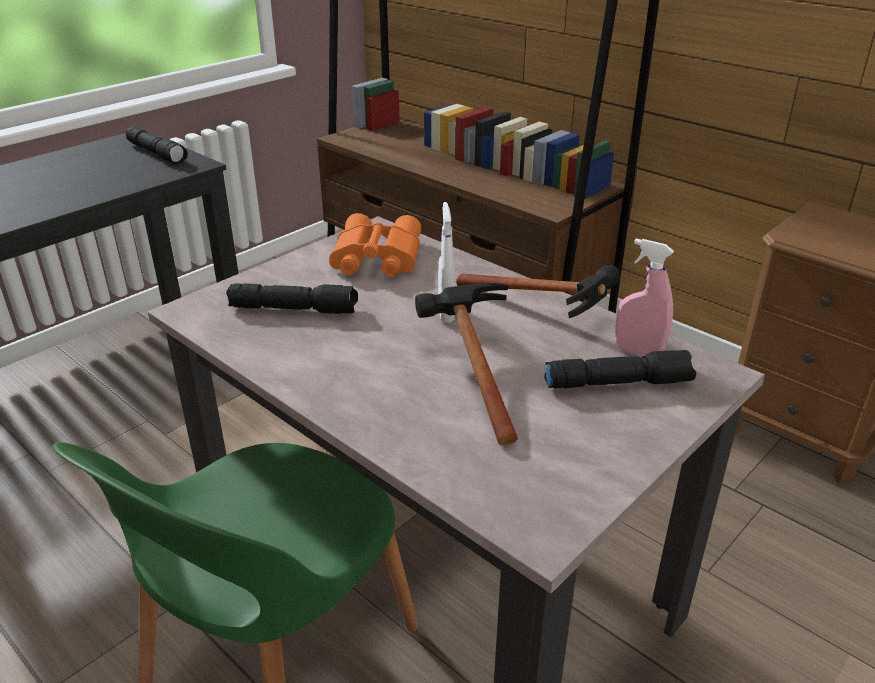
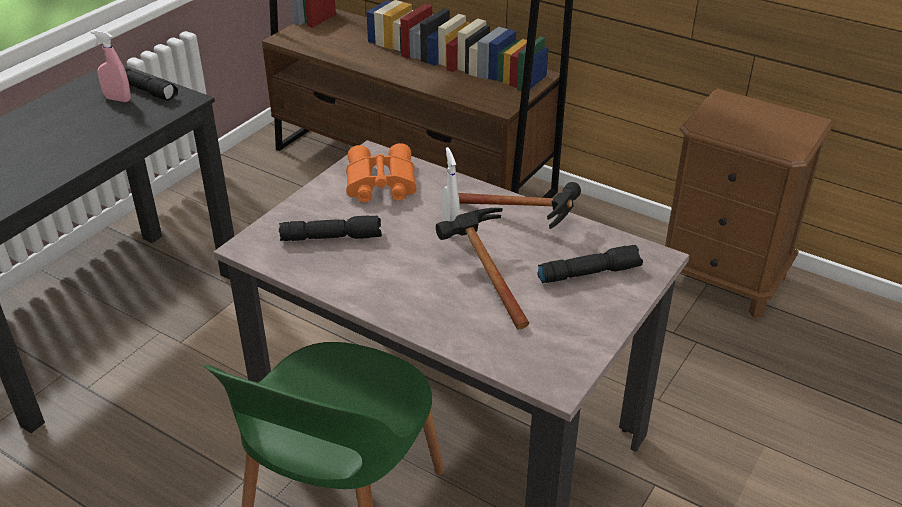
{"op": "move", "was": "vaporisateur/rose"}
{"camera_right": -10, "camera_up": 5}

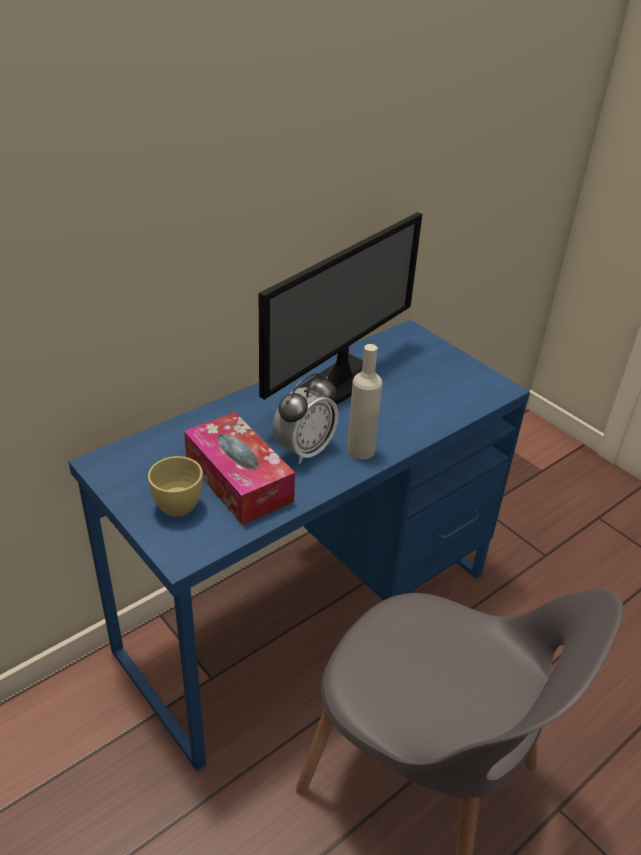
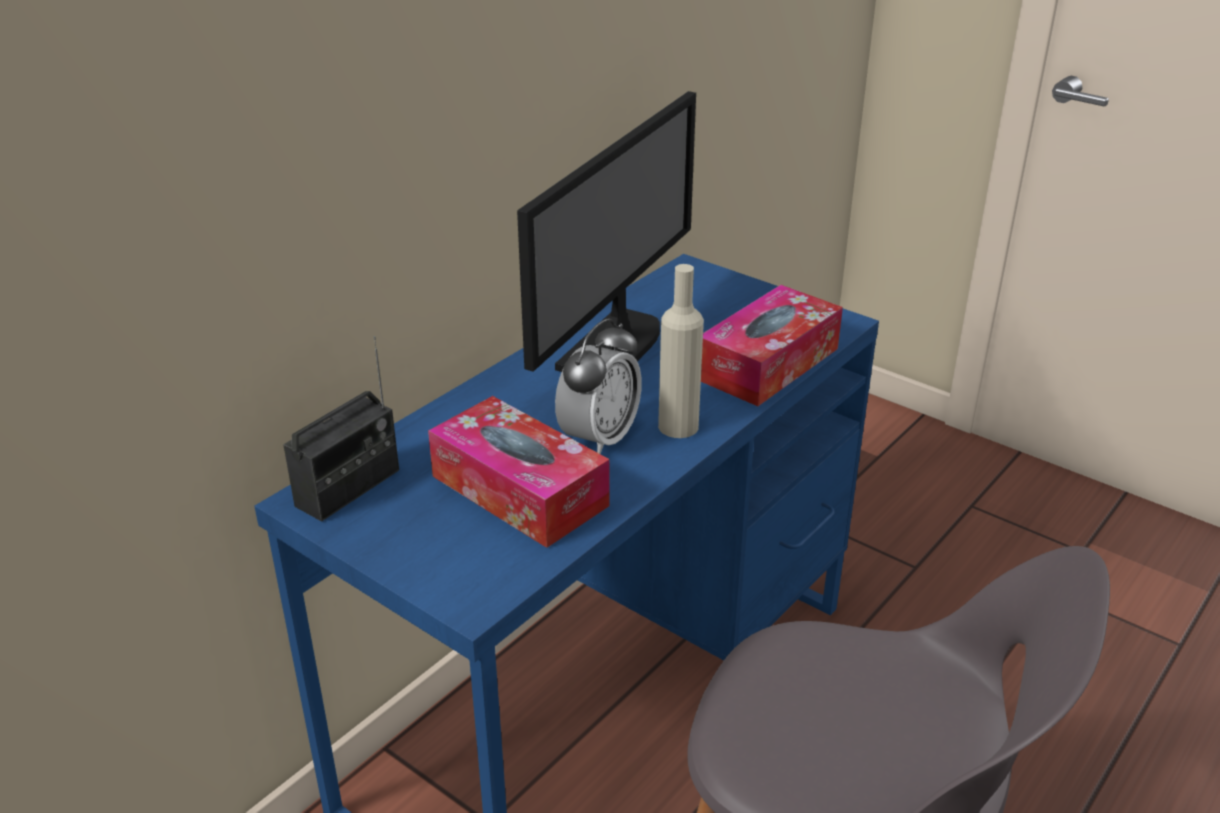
{"op": "insert", "now": "radio"}
{"op": "insert", "now": "boîte à mouchoirs (2nd from left)"}
{"op": "delete", "was": "tasse/jaune"}
{"camera_right": -10, "camera_up": -5}

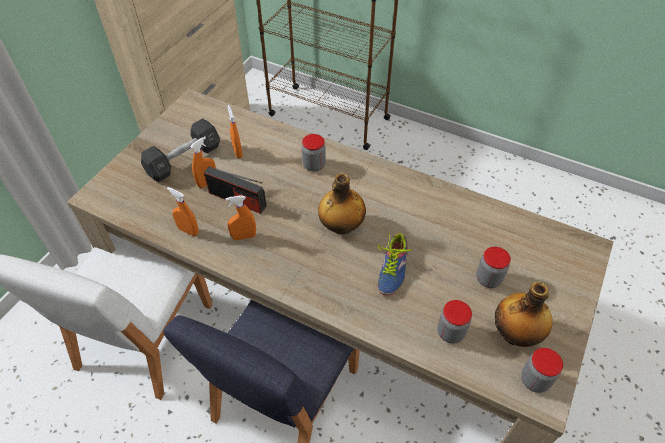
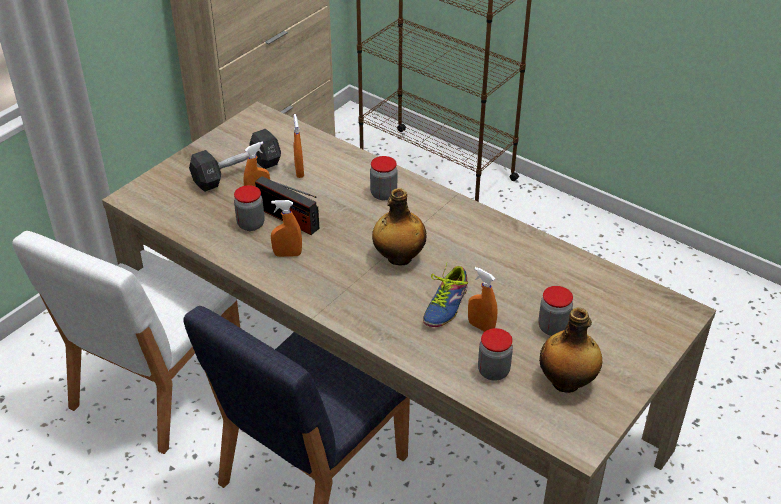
{"op": "move", "was": "bocal (4th from left in the first image)", "now": "bocal (1st from left)"}
{"op": "move", "was": "vaporisateur/orange (1st from left in the first image)", "now": "vaporisateur/orange (4th from left)"}
{"camera_right": 10, "camera_up": -10}

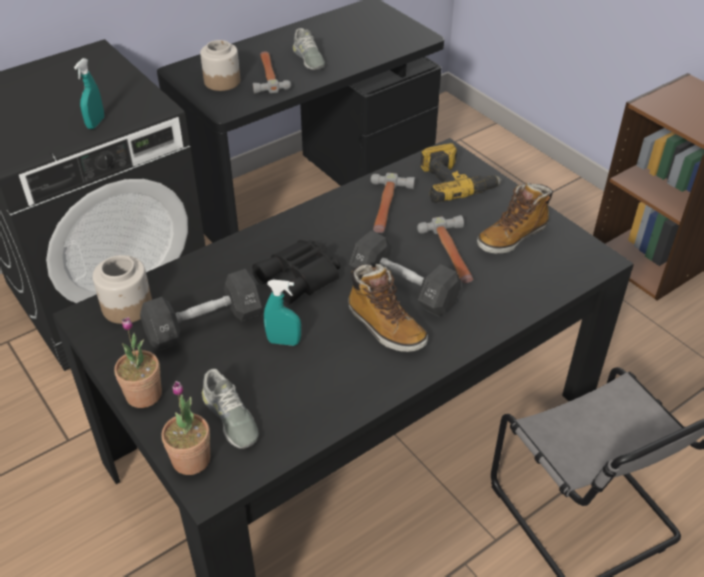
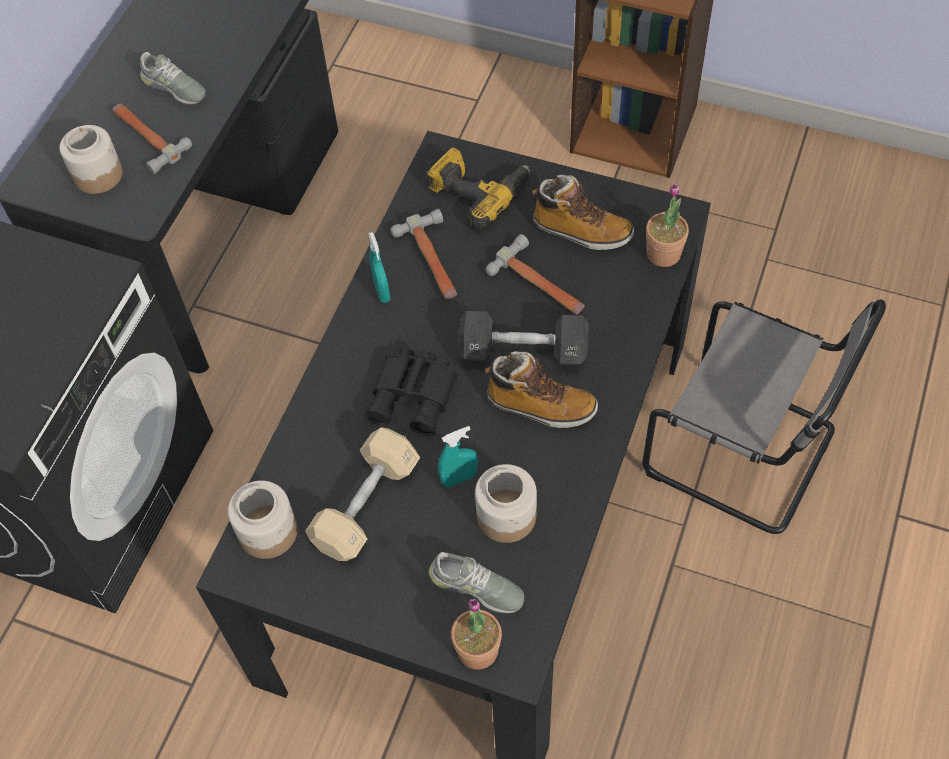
{"op": "recolor", "was": "haltère/noir (1st from left)", "now": "haltère/beige"}
{"op": "move", "was": "vaporisateur/turquoise (1st from left)"}
{"op": "insert", "now": "bocal (3rd from left)"}
{"op": "rotate", "was": "botte (2nd from left)", "clockwise": -90}
{"op": "move", "was": "plante en pot (1st from left in the first image)", "now": "plante en pot (2nd from left)"}
{"camera_right": -30, "camera_up": 15}

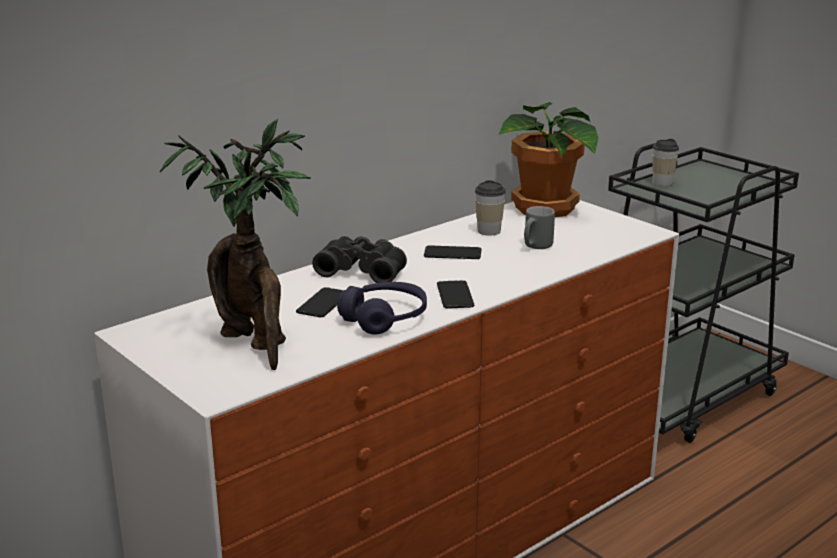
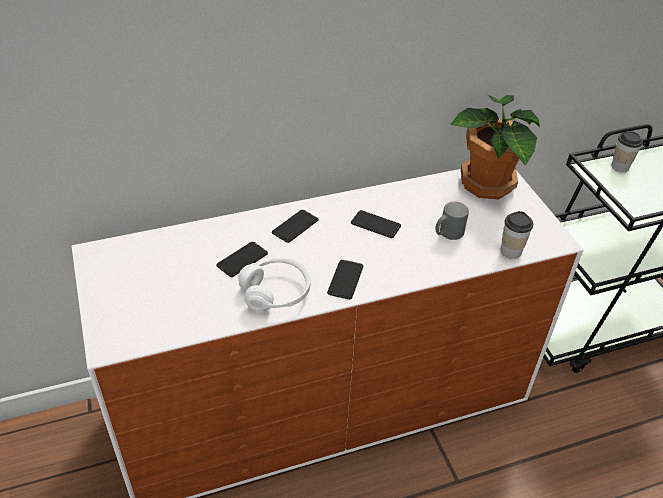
{"op": "recolor", "was": "casque audio/violet", "now": "casque audio/blanc"}
{"op": "replace", "was": "jumelles/noir", "now": "téléphone (2nd from left)"}
{"op": "move", "was": "tasse (1st from left)"}
{"op": "delete", "was": "plante en pot (1st from left)"}
{"camera_right": 20, "camera_up": 20}

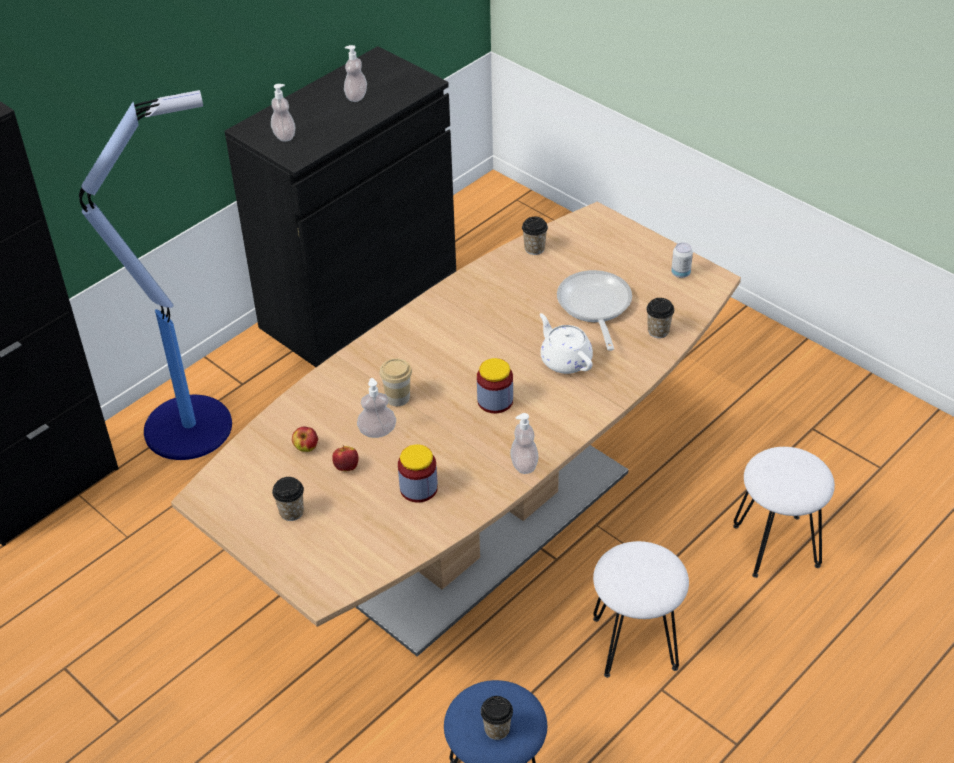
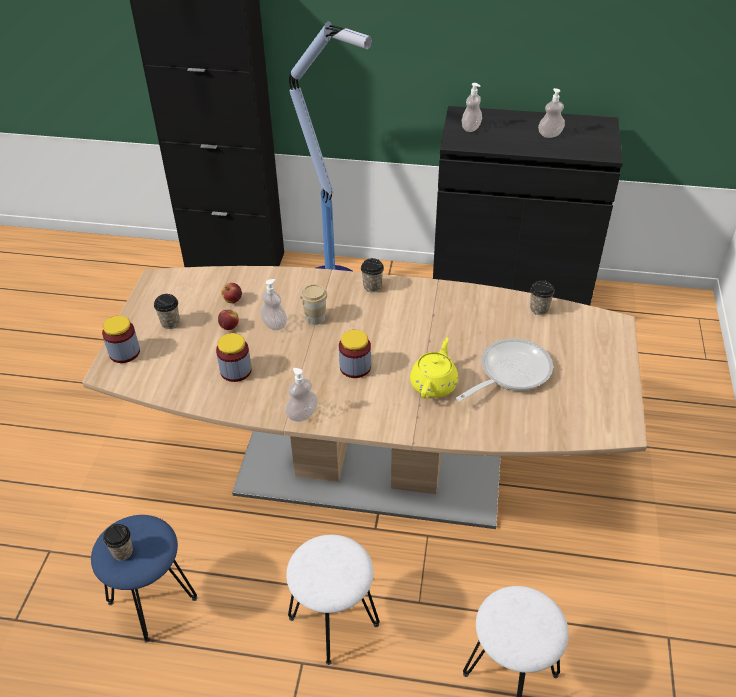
{"op": "insert", "now": "bocal (1st from left)"}
{"op": "move", "was": "tasse (5th from left in the first image)", "now": "tasse (4th from left)"}
{"op": "recolor", "was": "théière/blanc", "now": "théière/jaune"}
{"op": "delete", "was": "boîte métallique"}
{"camera_right": 55, "camera_up": 0}

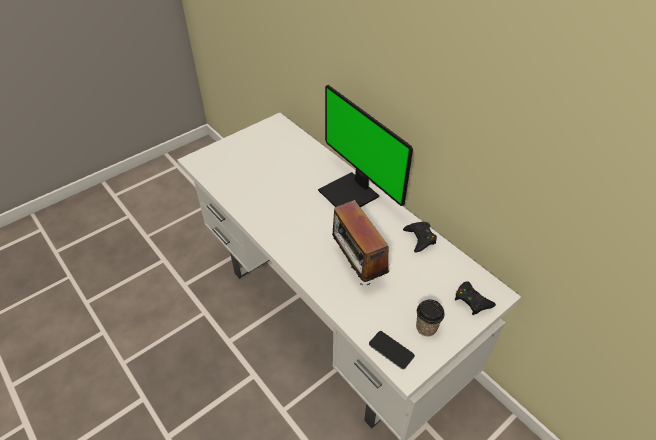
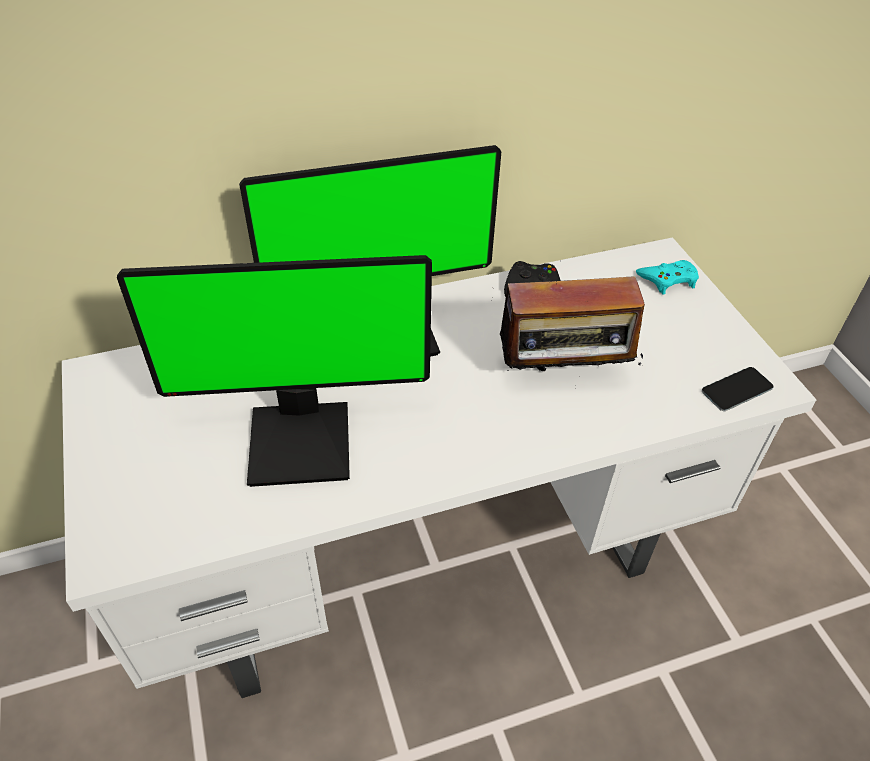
{"op": "insert", "now": "écran d'ordinateur (1st from left)"}
{"op": "recolor", "was": "manette/noir (2nd from left)", "now": "manette/turquoise"}
{"op": "delete", "was": "tasse"}
{"camera_right": -70, "camera_up": 0}

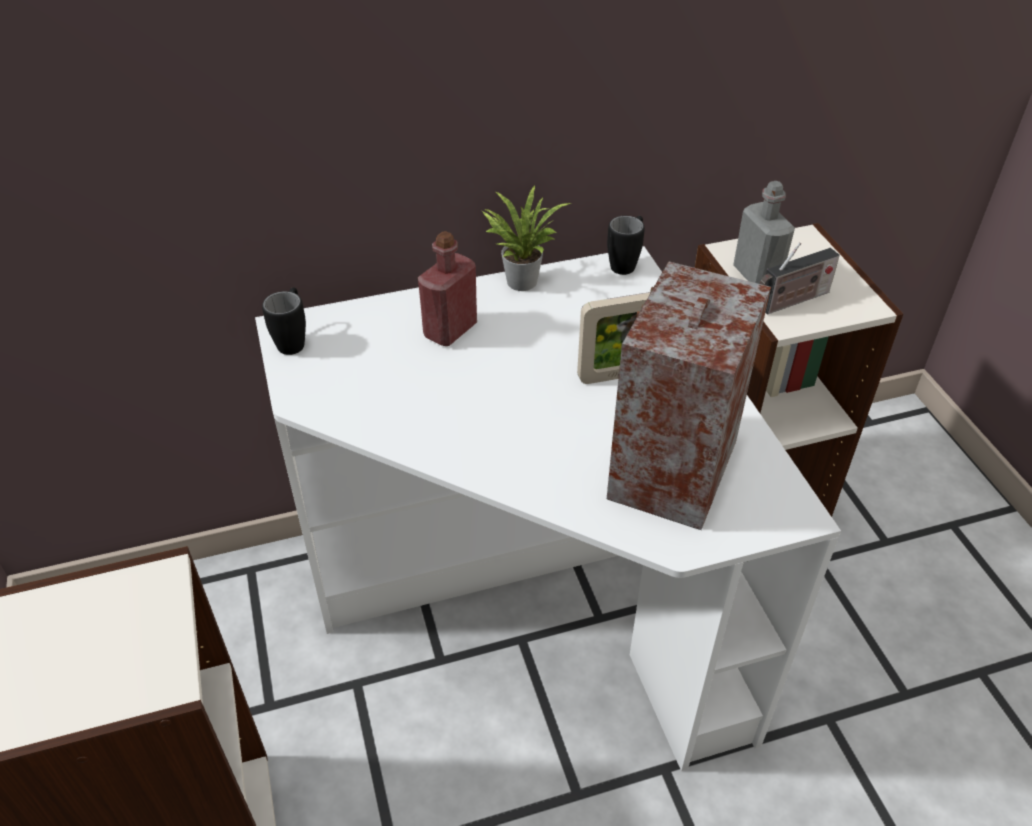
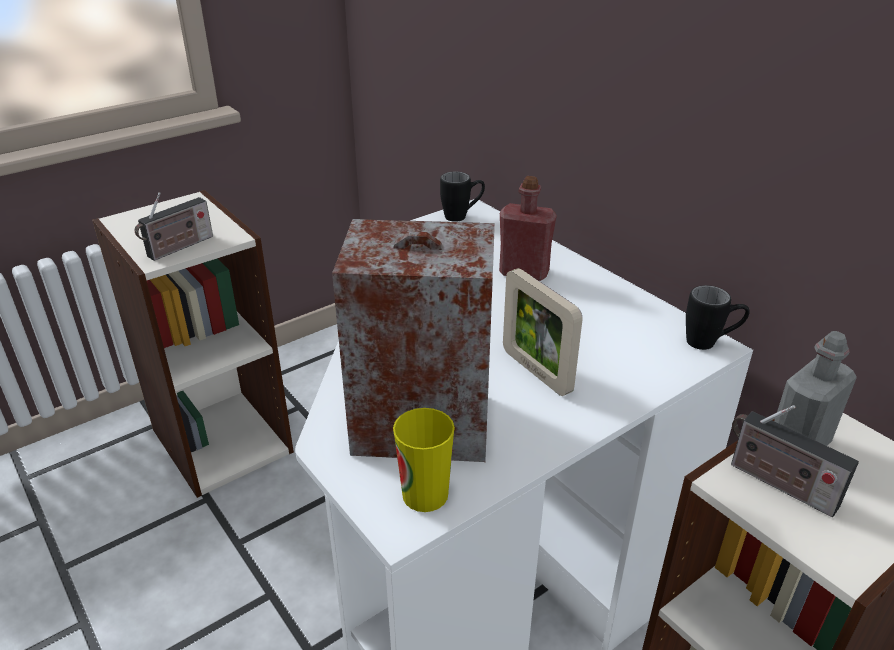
{"op": "insert", "now": "radio (1st from left)"}
{"op": "insert", "now": "tasse"}
{"op": "delete", "was": "plante en pot"}
{"camera_right": 70, "camera_up": -10}

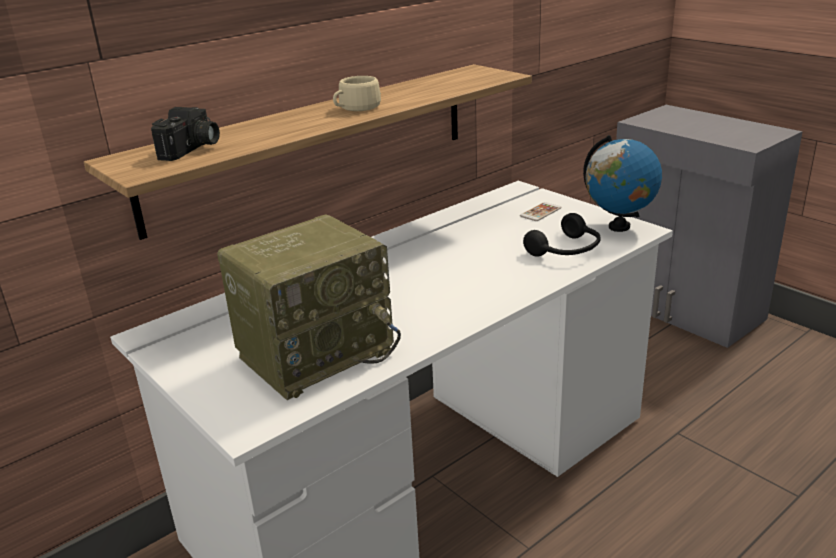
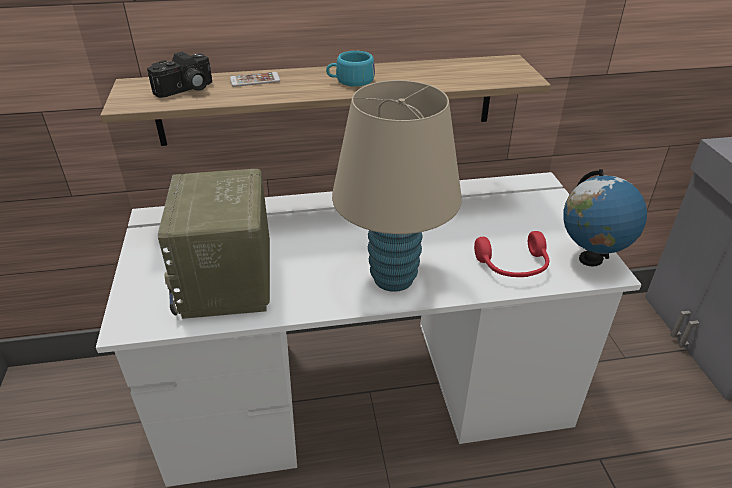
{"op": "rotate", "was": "radio", "clockwise": 90}
{"op": "move", "was": "téléphone"}
{"op": "recolor", "was": "tasse/beige", "now": "tasse/turquoise"}
{"op": "insert", "now": "lampe de table/beige"}
{"op": "recolor", "was": "casque audio/noir", "now": "casque audio/rouge"}
{"camera_right": 30, "camera_up": 10}

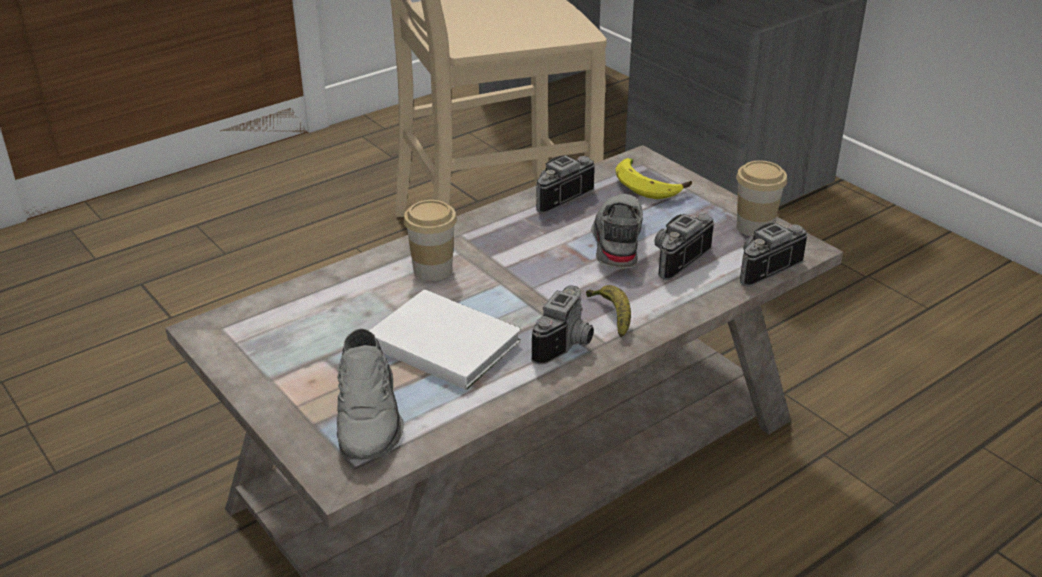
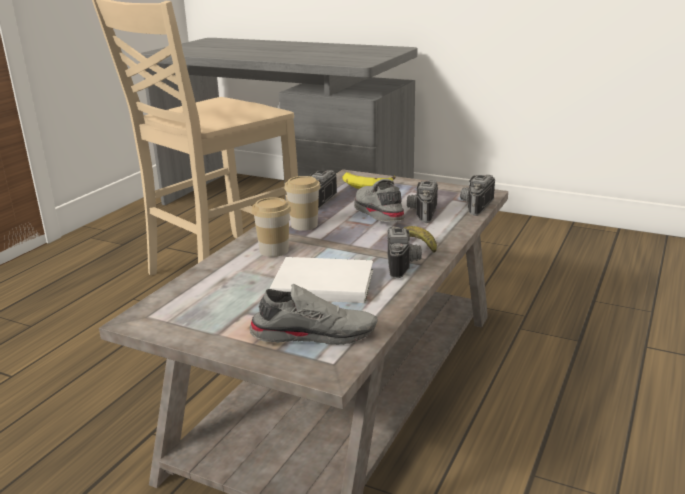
{"op": "rotate", "was": "chaussure/gris (1st from left)", "clockwise": -60}
{"op": "move", "was": "tasse (2nd from left)"}
{"camera_right": -25, "camera_up": -10}

